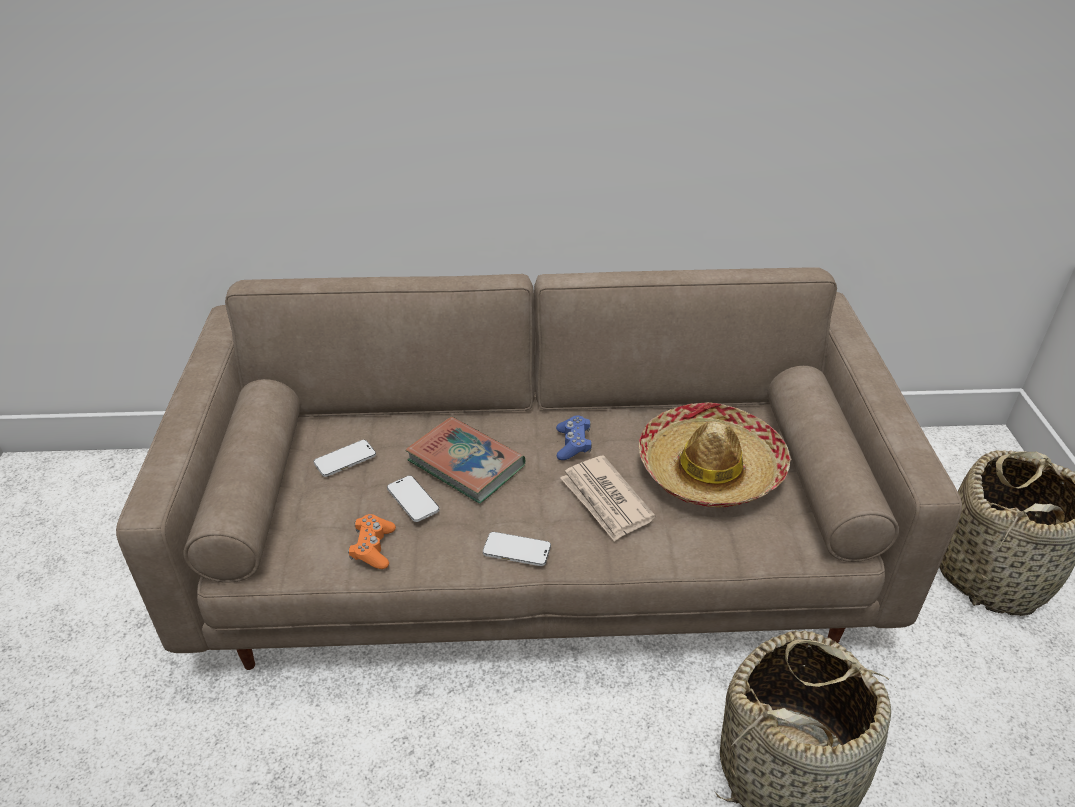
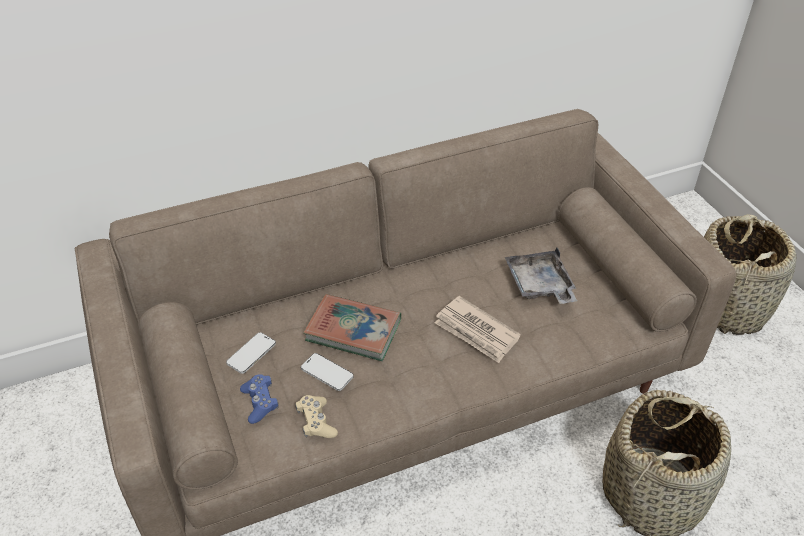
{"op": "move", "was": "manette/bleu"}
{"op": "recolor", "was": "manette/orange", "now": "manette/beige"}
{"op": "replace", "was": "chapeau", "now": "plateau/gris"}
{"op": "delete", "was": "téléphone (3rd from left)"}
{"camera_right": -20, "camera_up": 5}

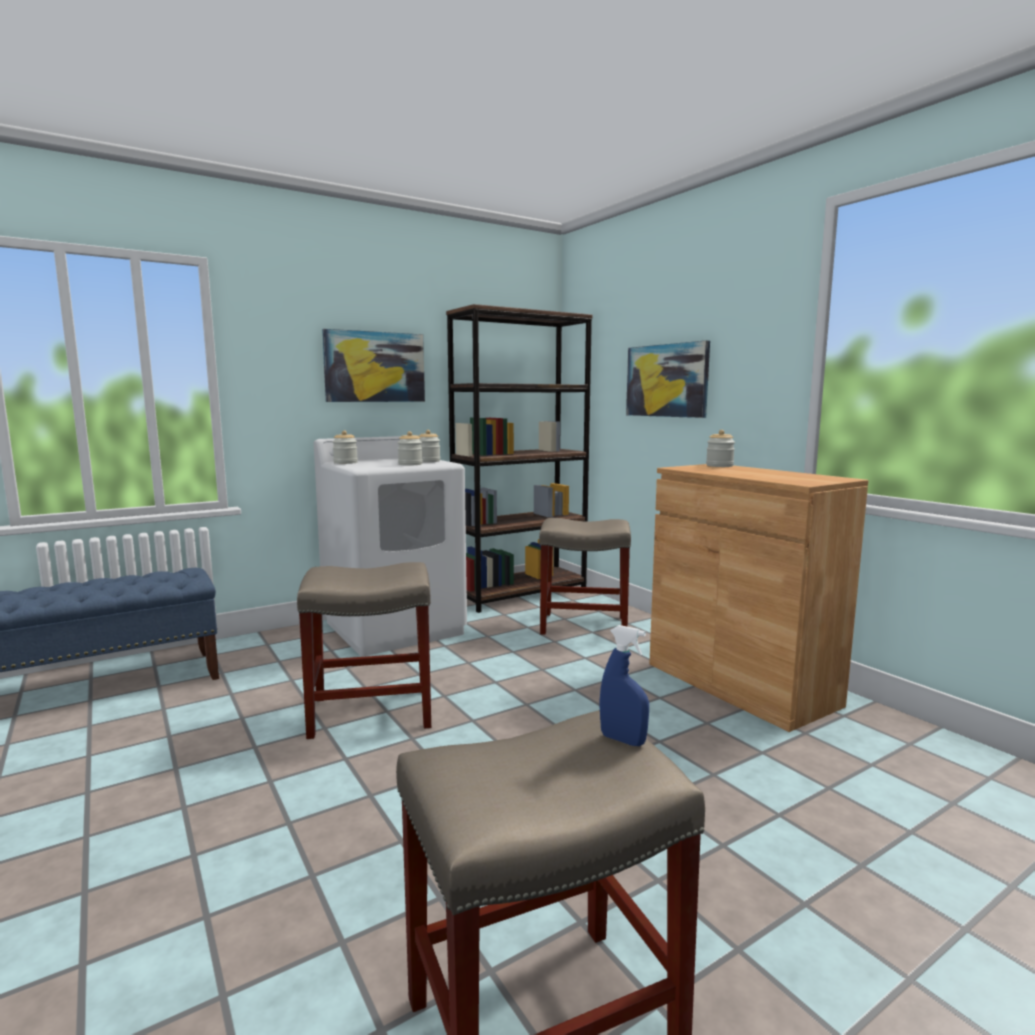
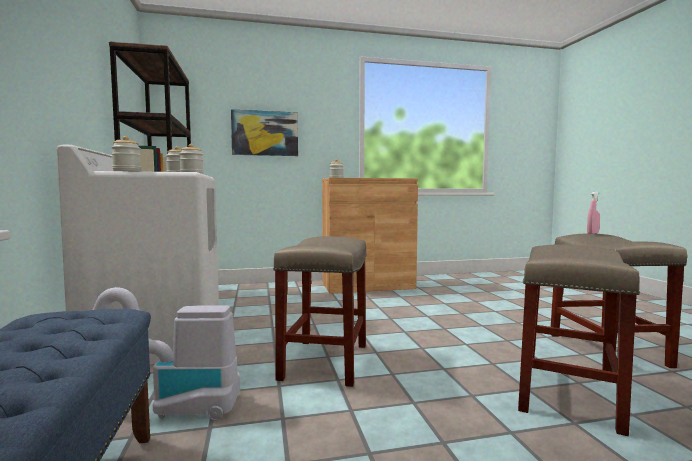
{"op": "insert", "now": "aspirateur"}
{"op": "move", "was": "tabouret/beige (3rd from left in the first image)", "now": "tabouret/beige (2nd from left)"}
{"op": "recolor", "was": "vaporisateur/bleu", "now": "vaporisateur/rose"}
{"op": "delete", "was": "tableau (1st from left)"}
{"camera_right": -70, "camera_up": -5}

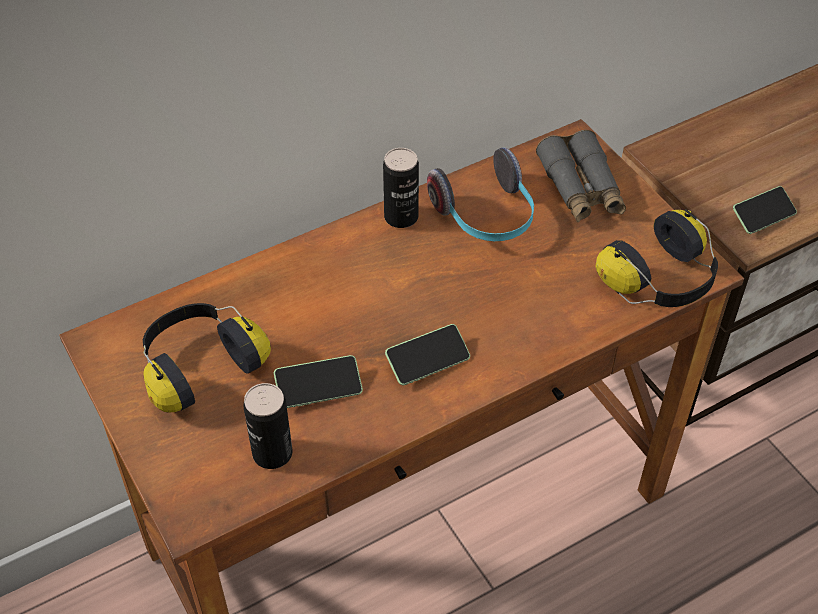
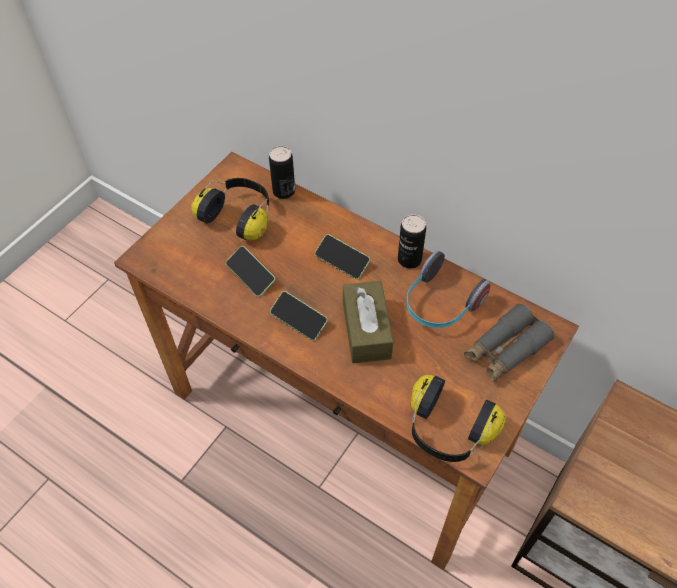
{"op": "move", "was": "boîte métallique (1st from left)"}
{"op": "move", "was": "téléphone (3rd from left)"}
{"op": "insert", "now": "boîte à mouchoirs/marron"}
{"camera_right": 65, "camera_up": 5}

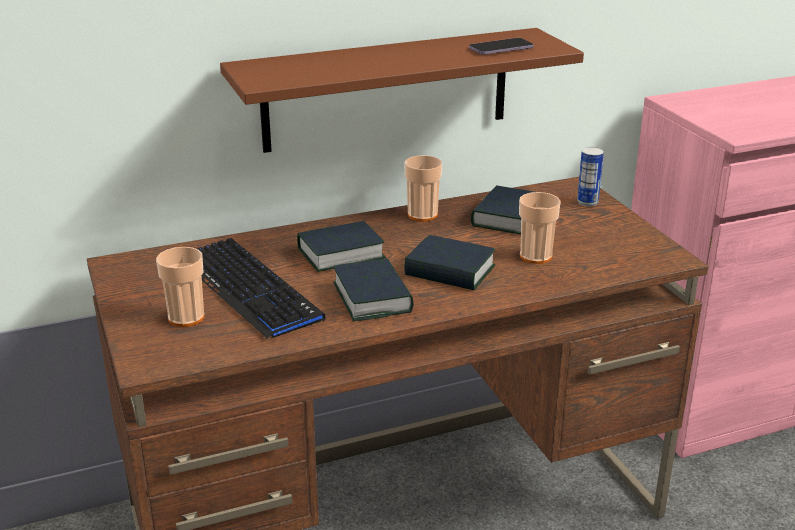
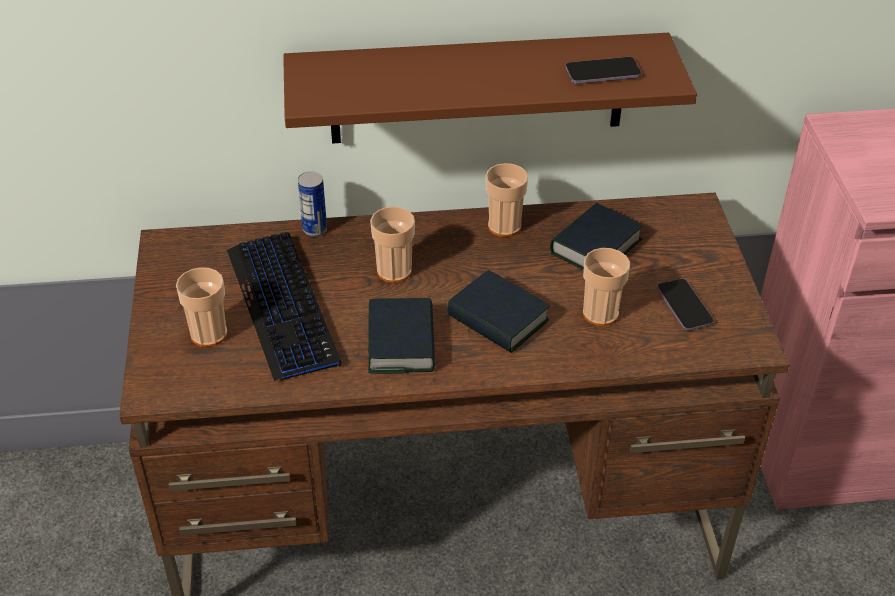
{"op": "move", "was": "boîte métallique"}
{"op": "replace", "was": "livre (1st from left)", "now": "tasse (2nd from left)"}
{"op": "insert", "now": "téléphone (2nd from left)"}
{"camera_right": 15, "camera_up": 15}

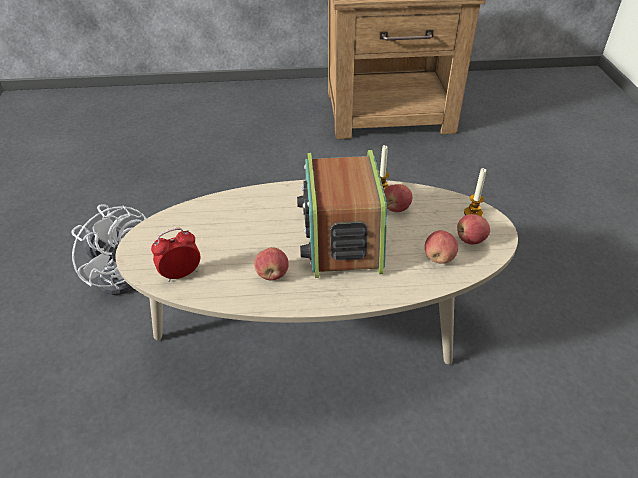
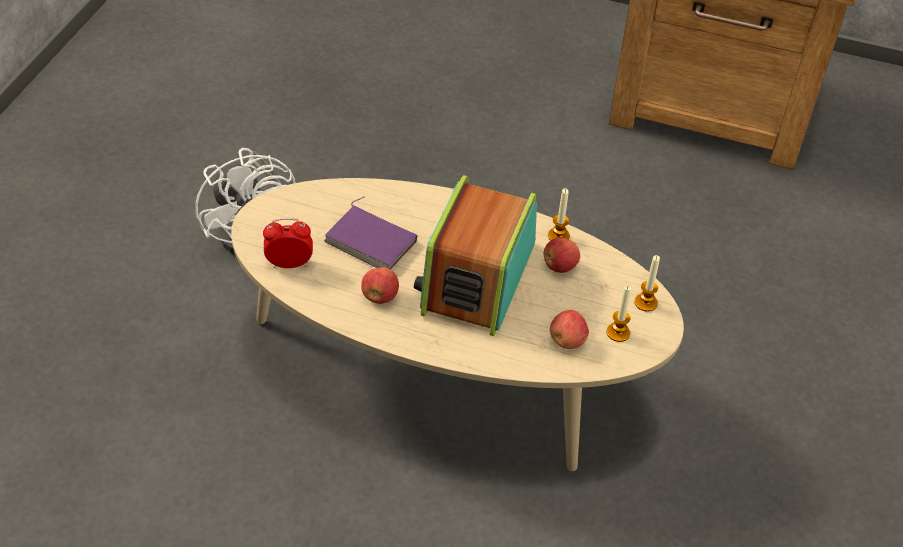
{"op": "insert", "now": "livre/violet"}
{"op": "replace", "was": "pomme (4th from left)", "now": "bougie (2nd from left)"}
{"camera_right": 20, "camera_up": 5}

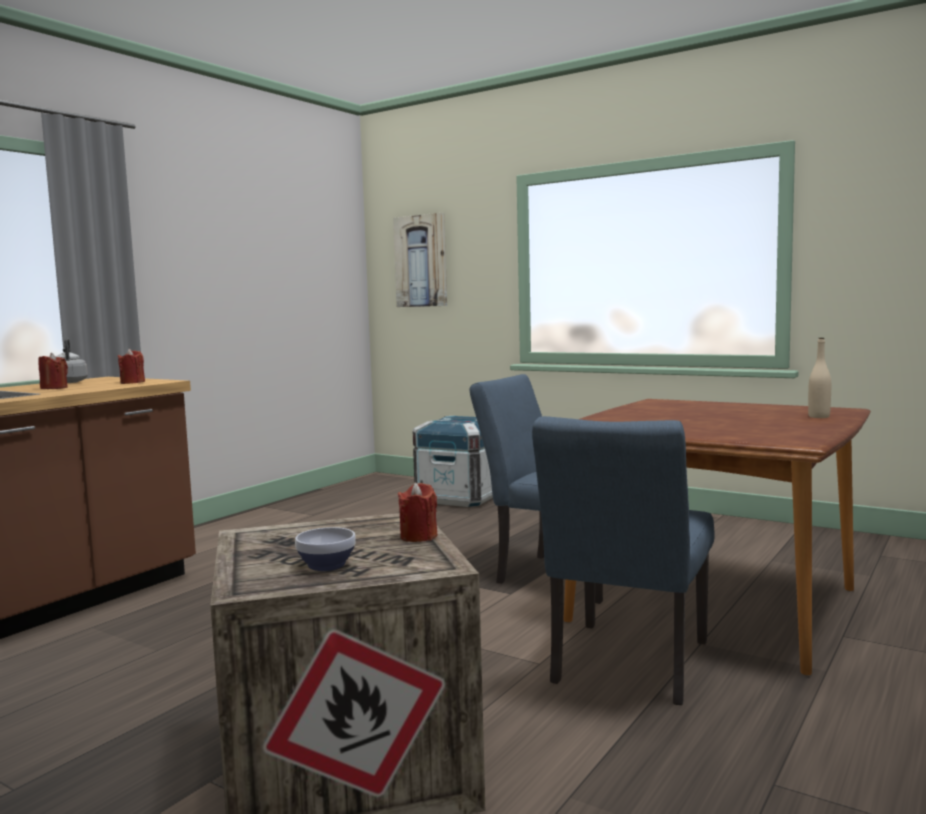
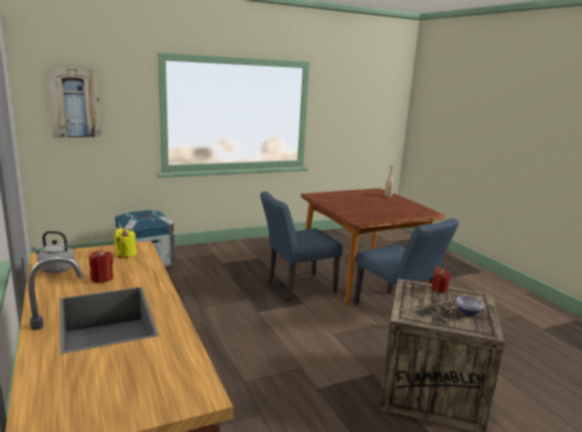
{"op": "recolor", "was": "bougie/rouge (2nd from left)", "now": "bougie/jaune"}
{"camera_right": -60, "camera_up": 10}

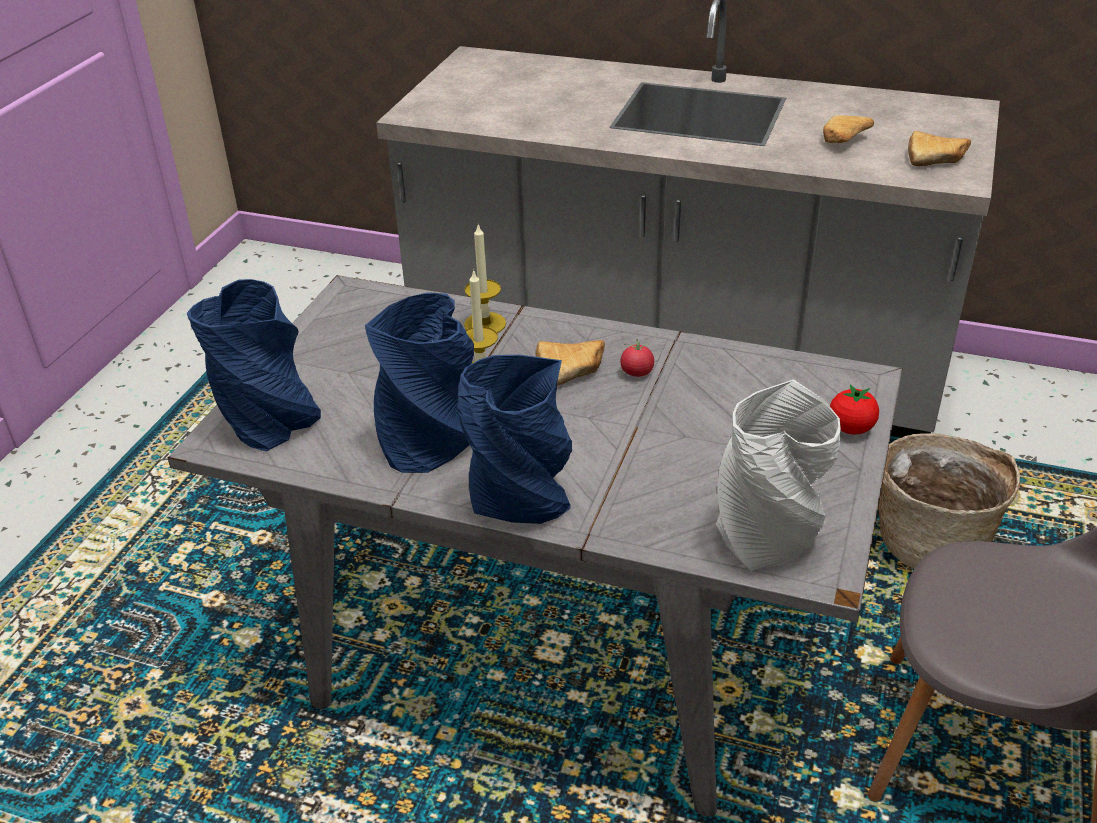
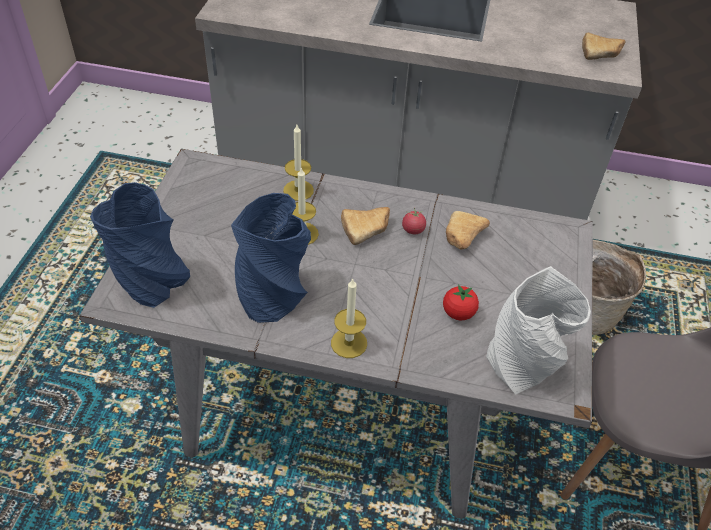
{"op": "replace", "was": "vase/bleu (3rd from left)", "now": "bougie (3rd from left)"}
{"op": "move", "was": "tomate (2nd from left)"}
{"op": "move", "was": "pain (2nd from left)"}
{"camera_right": -10, "camera_up": 10}

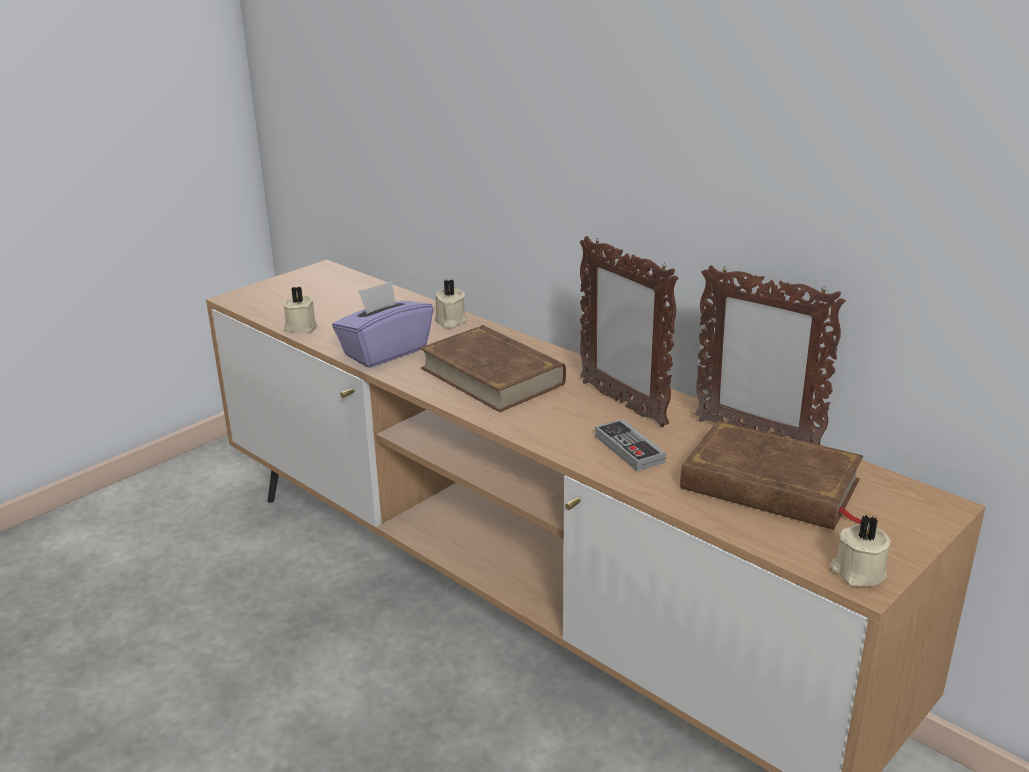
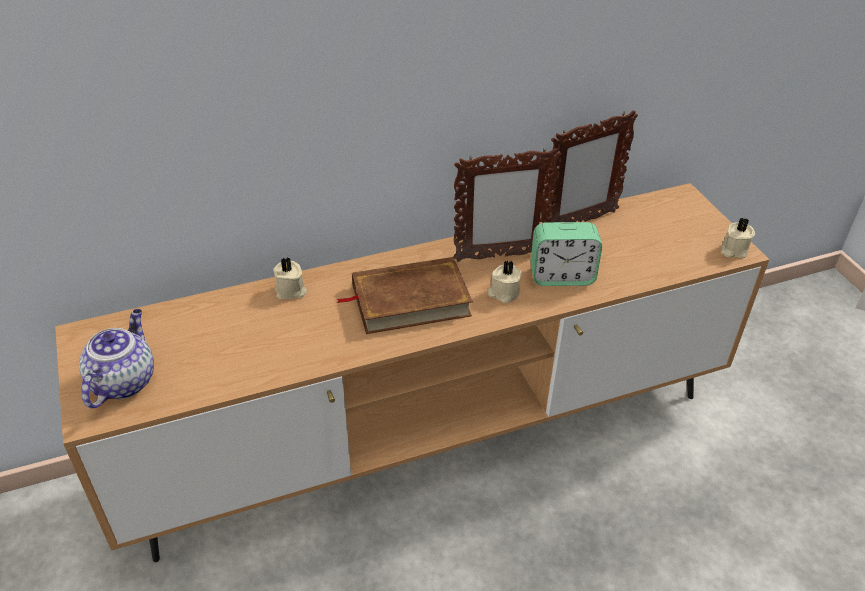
{"op": "insert", "now": "théière"}
{"op": "move", "was": "bougie/beige (1st from left in the first image)", "now": "bougie/beige (2nd from left)"}
{"op": "replace", "was": "manette", "now": "réveil"}
{"op": "delete", "was": "boîte à mouchoirs/violet"}
{"op": "delete", "was": "livre/marron (2nd from left)"}
{"camera_right": -65, "camera_up": 15}

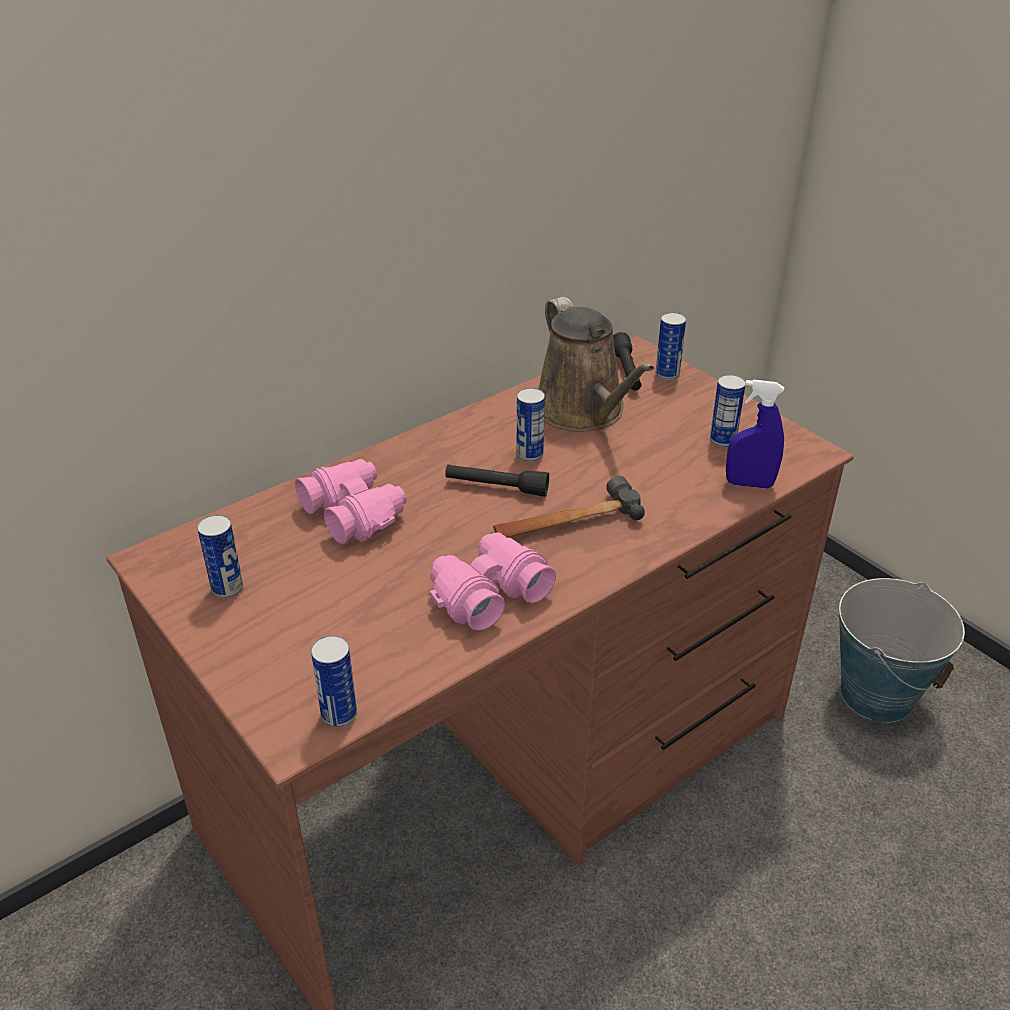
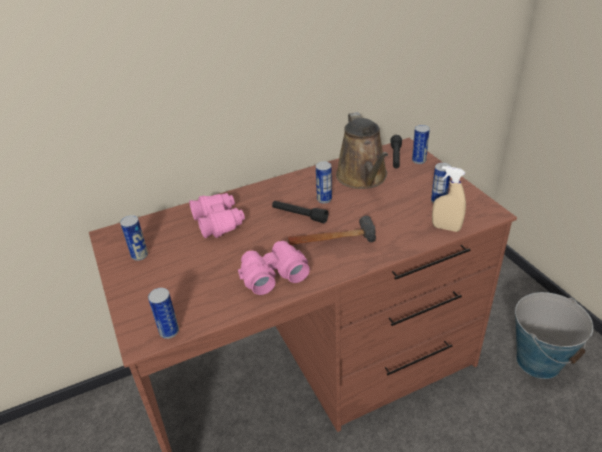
{"op": "recolor", "was": "vaporisateur/bleu", "now": "vaporisateur/beige"}
{"camera_right": 15, "camera_up": 0}

